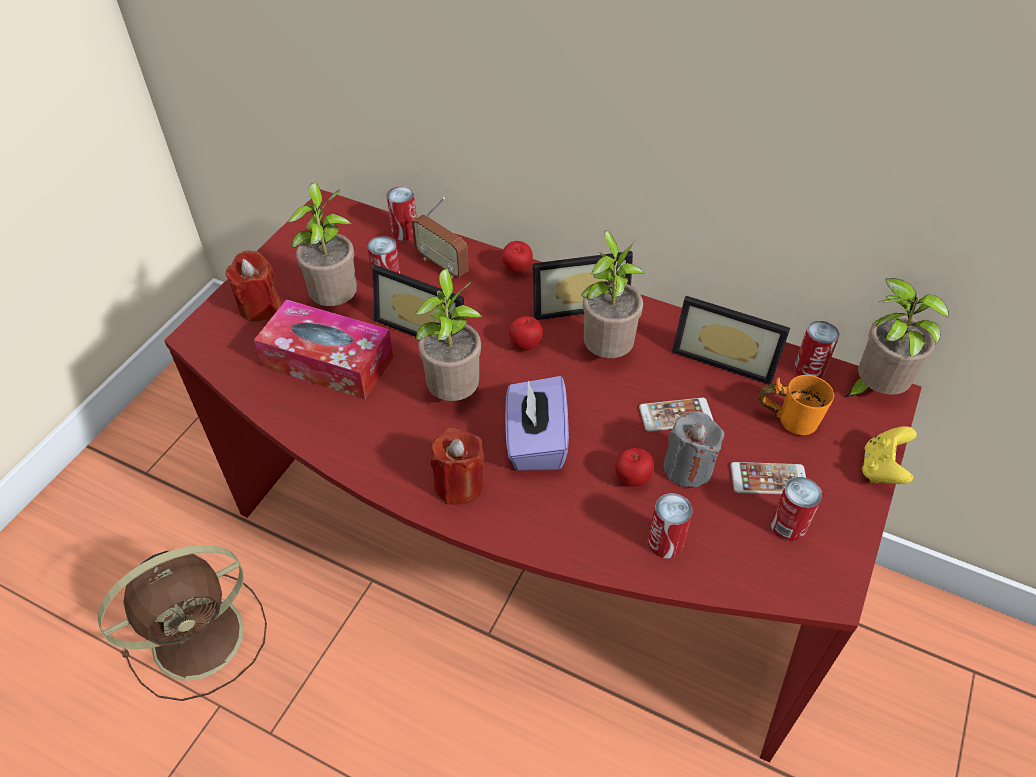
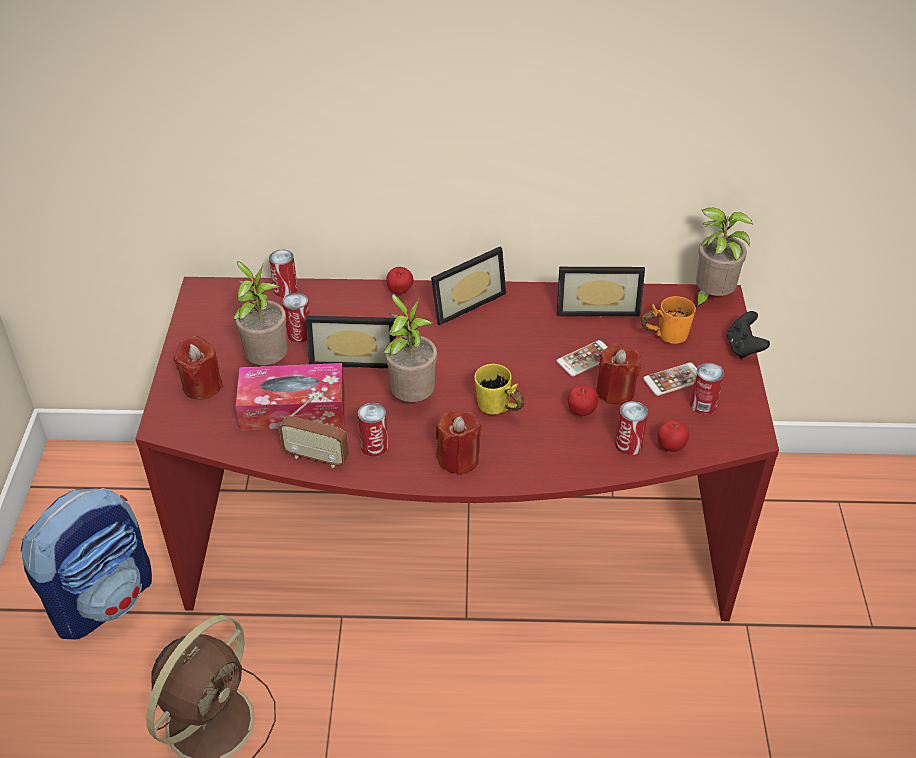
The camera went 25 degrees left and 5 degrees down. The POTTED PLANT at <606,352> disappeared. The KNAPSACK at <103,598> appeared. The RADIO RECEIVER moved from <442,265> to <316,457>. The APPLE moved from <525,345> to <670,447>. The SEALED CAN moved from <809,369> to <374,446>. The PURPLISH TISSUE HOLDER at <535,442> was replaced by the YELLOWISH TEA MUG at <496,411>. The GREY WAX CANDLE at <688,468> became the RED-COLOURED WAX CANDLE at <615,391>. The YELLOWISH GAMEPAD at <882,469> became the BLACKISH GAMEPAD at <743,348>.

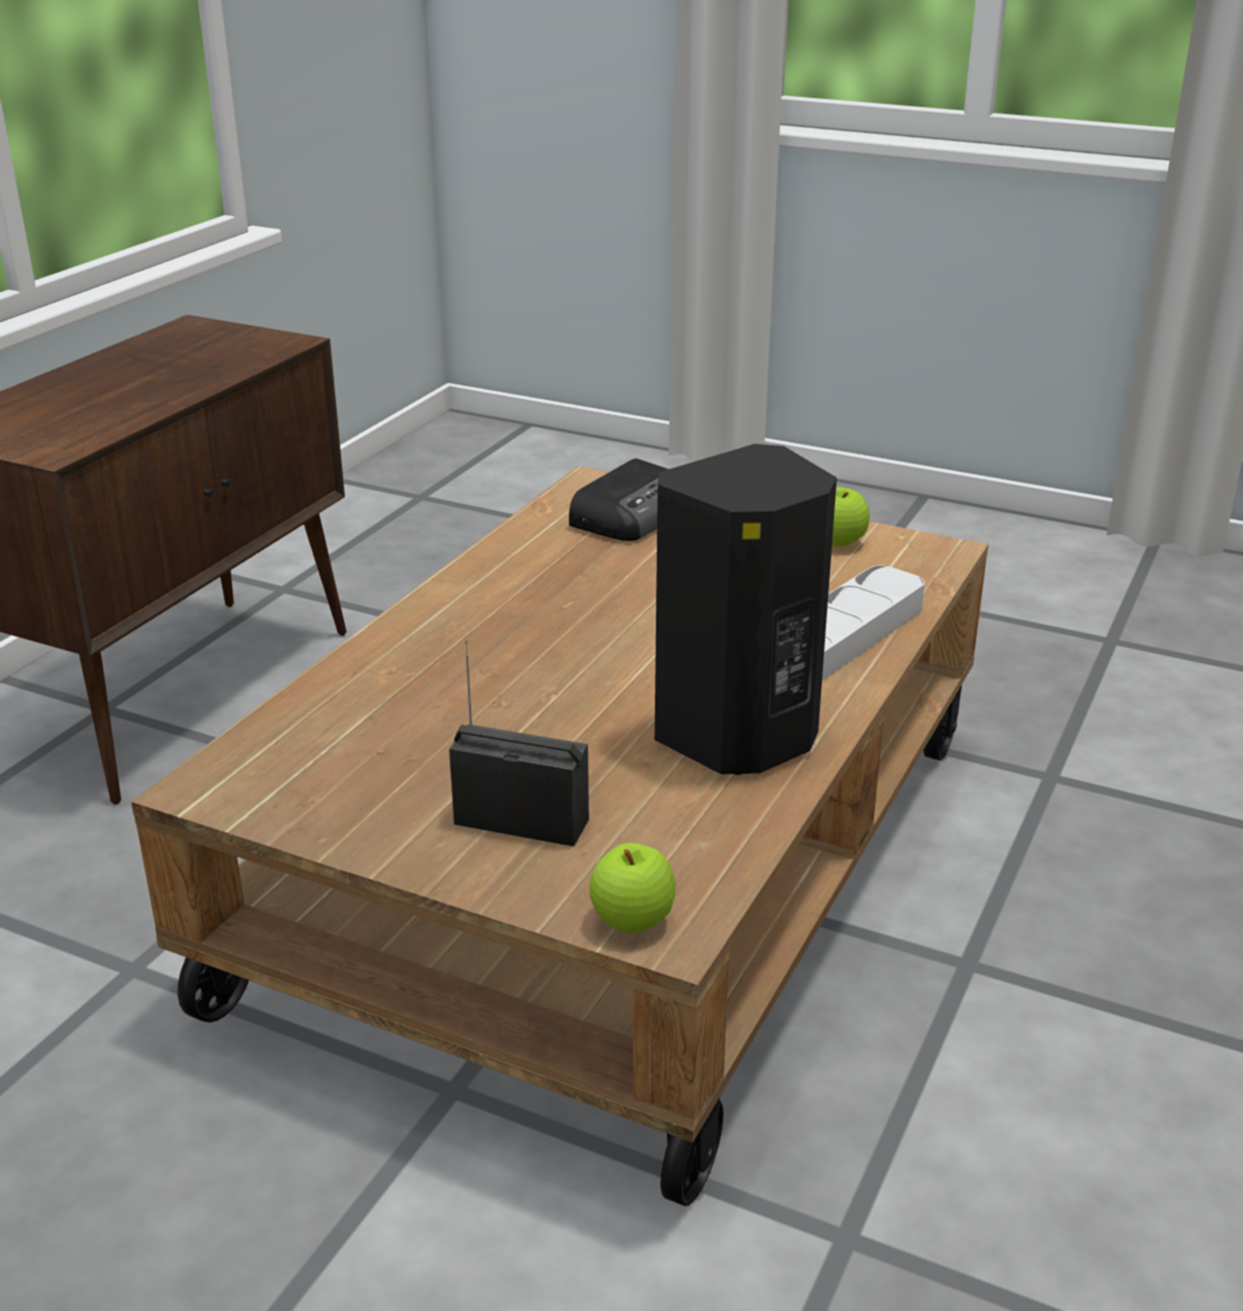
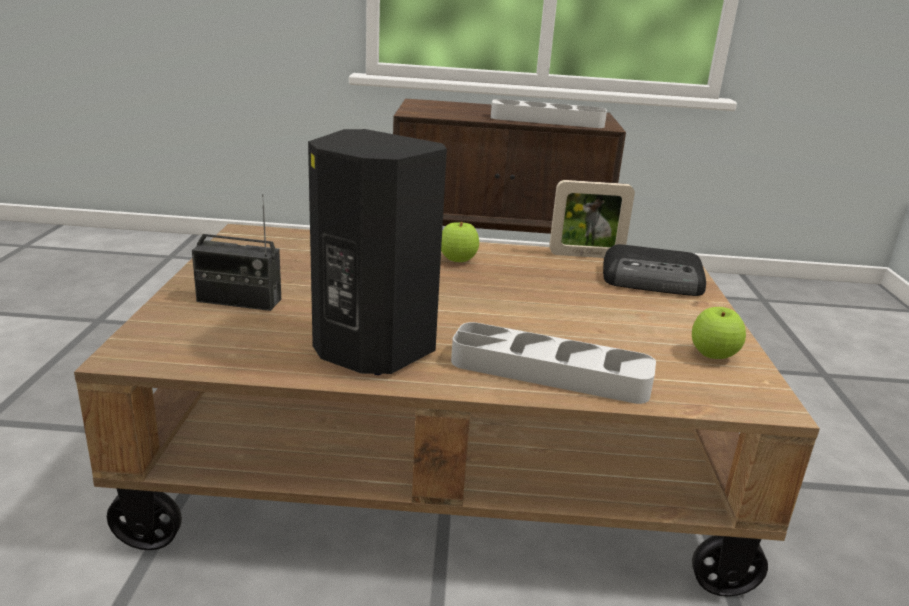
The camera went 65 degrees right and 5 degrees down. The GREY CARRYING TRAY at <547,120> appeared. The PICTURE FRAME at <586,255> appeared. The APPLE moved from <632,922> to <458,260>. The RADIO RECEIVER at <521,821> turned 105 degrees clockwise.

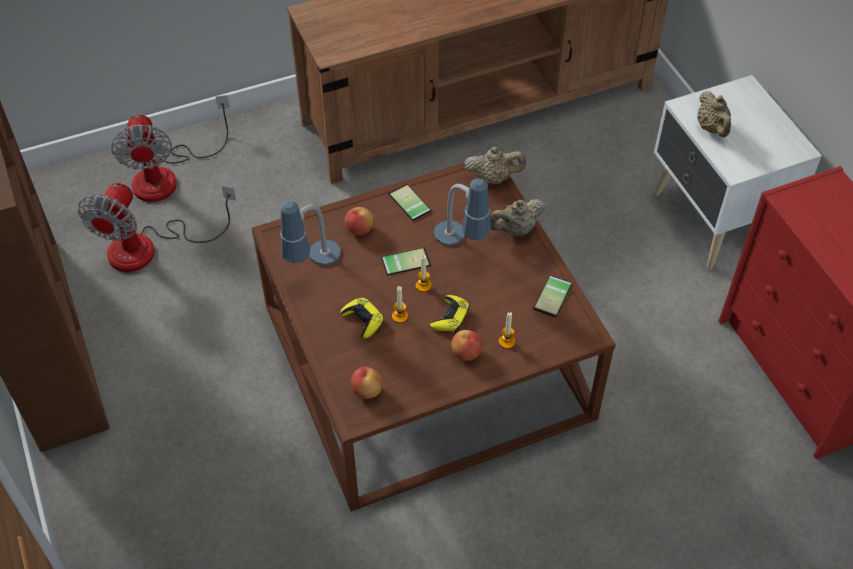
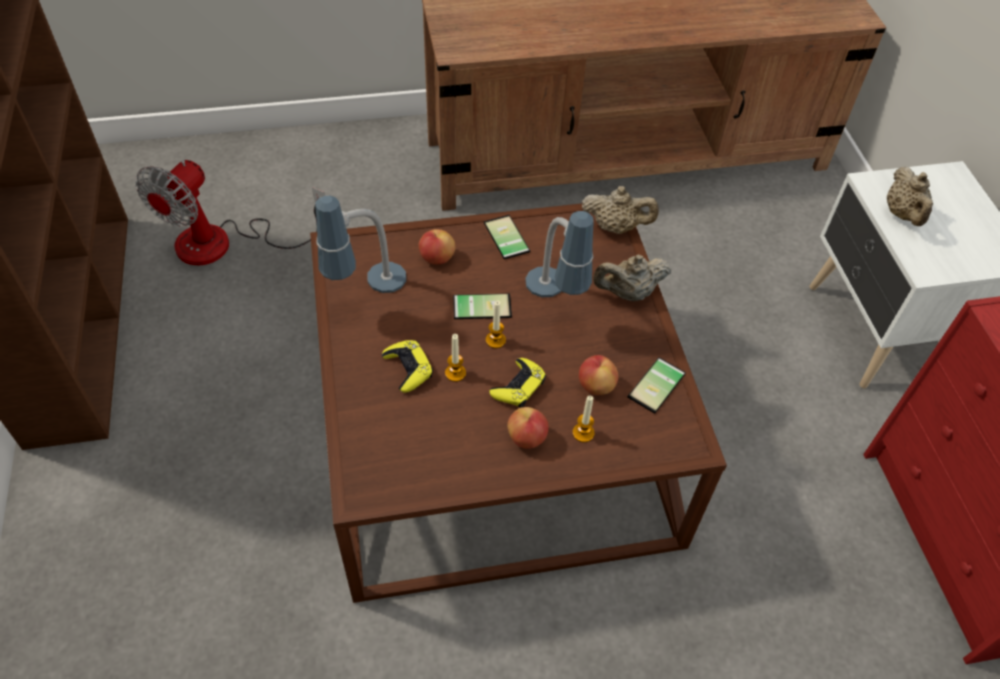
The camera went 10 degrees right and 0 degrees up. The COOLING FAN at <168,175> disappeared. The APPLE moved from <367,391> to <596,385>.

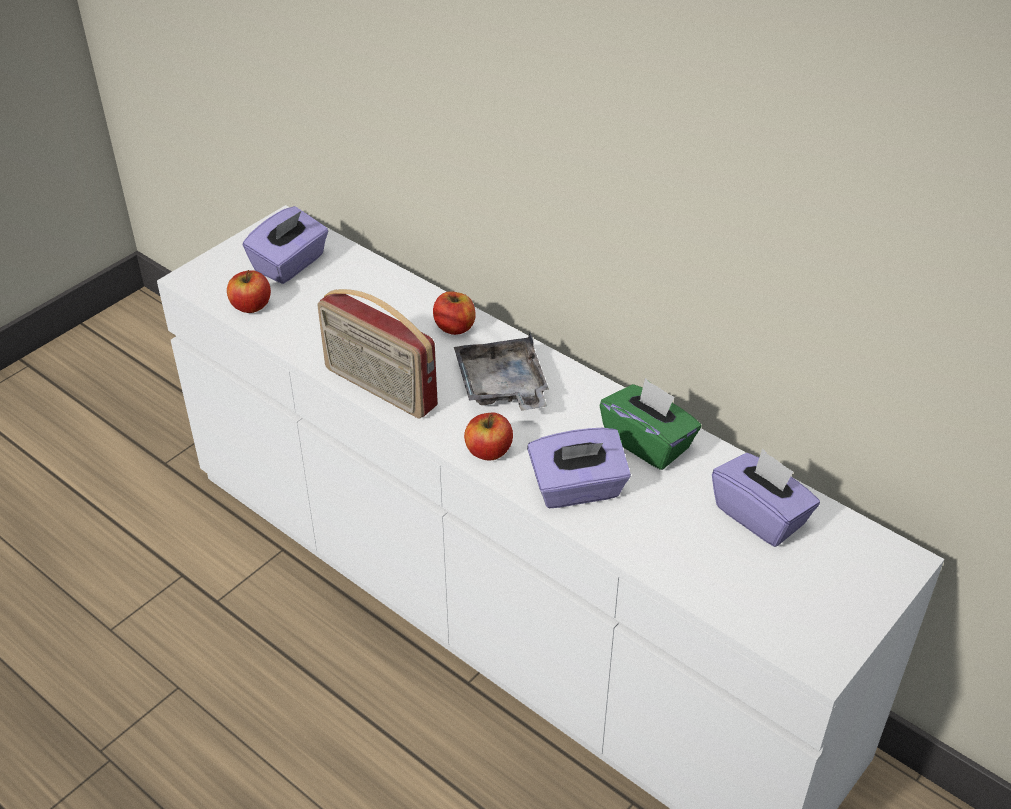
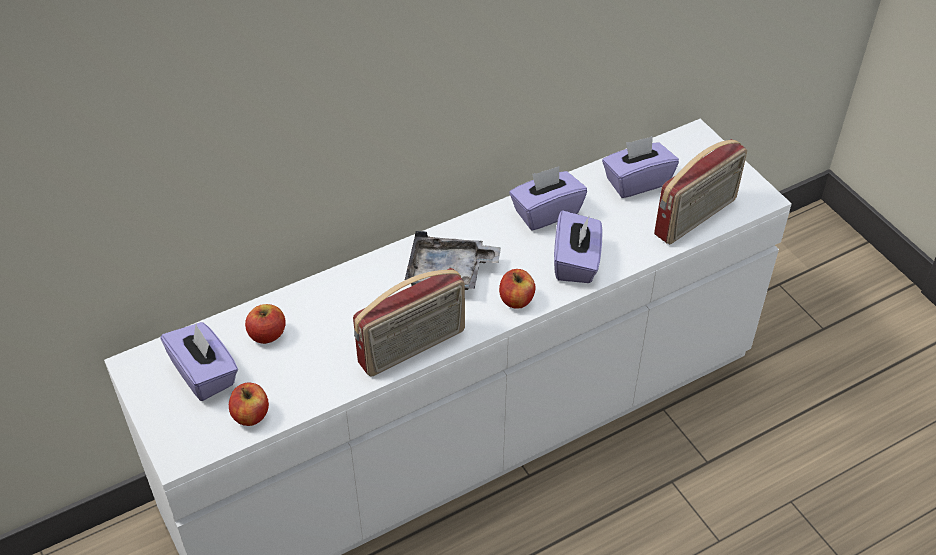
The camera went 70 degrees left and 5 degrees up. The RADIO RECEIVER at <696,218> appeared. The APPLE moved from <455,327> to <267,334>. The GREENISH TISSUE HOLDER at <648,443> became the PURPLISH TISSUE HOLDER at <546,212>.

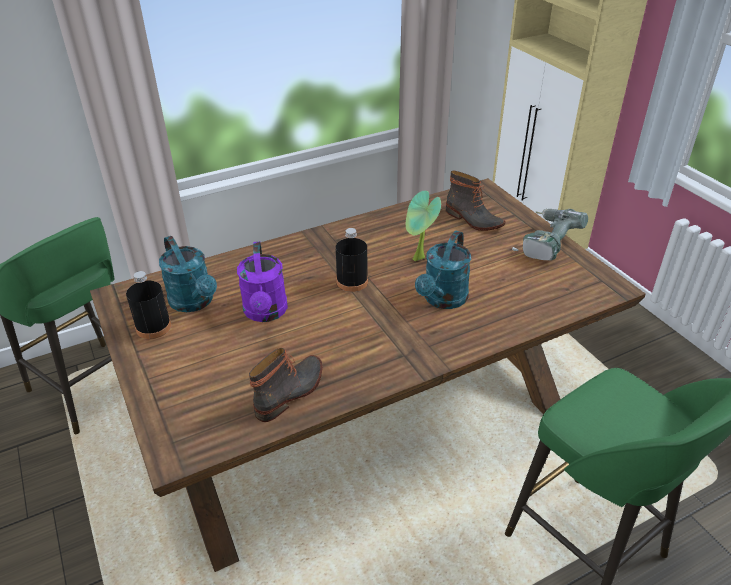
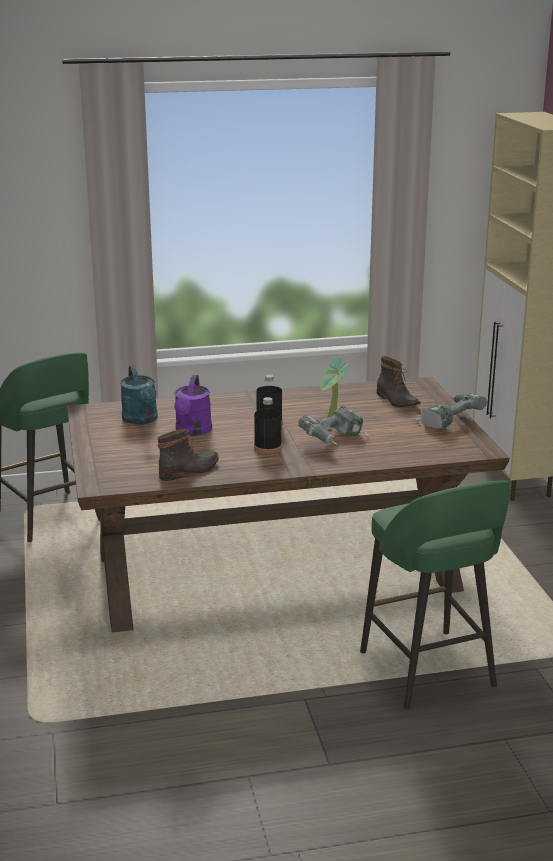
The camera went 15 degrees right and 15 degrees down. The BLACKISH DRINK BOTTLE moved from <153,327> to <267,448>. The BLUE-GREEN WATERING POT at <442,300> was replaced by the ELECTRIC DRILL at <335,441>.

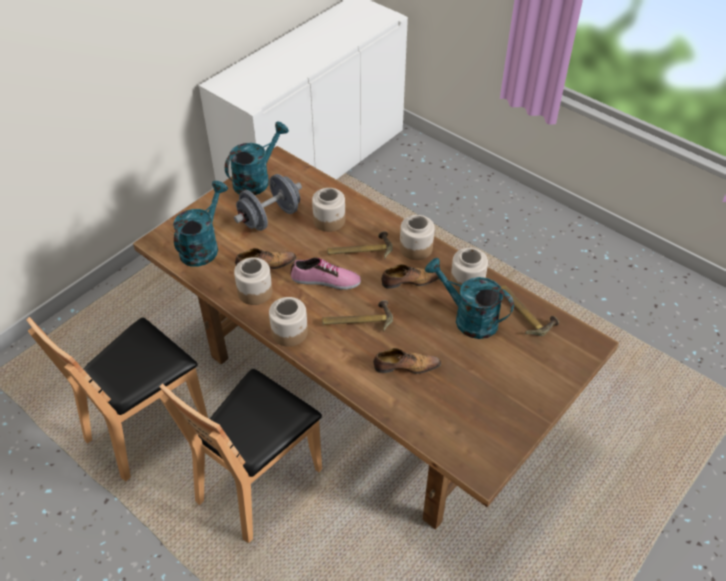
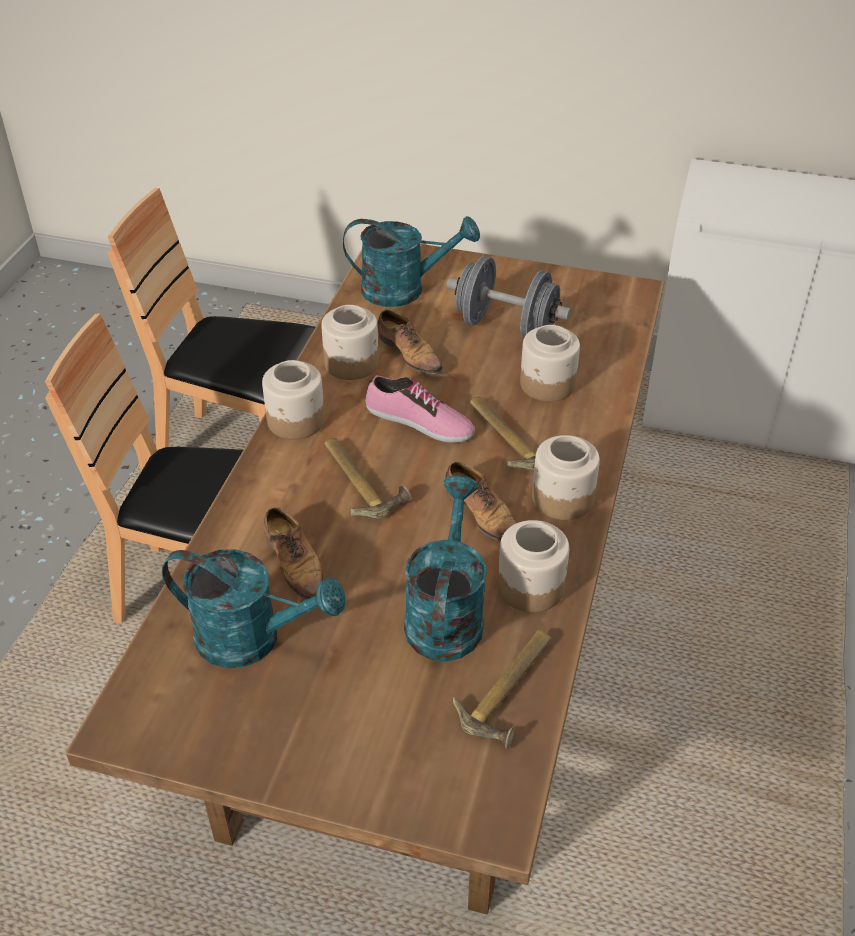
The camera went 65 degrees right and 5 degrees down. The BLUE-GREEN WATERING POT moved from <256,179> to <253,639>. The LOW SHOE at <325,281> turned 45 degrees counterclockwise.

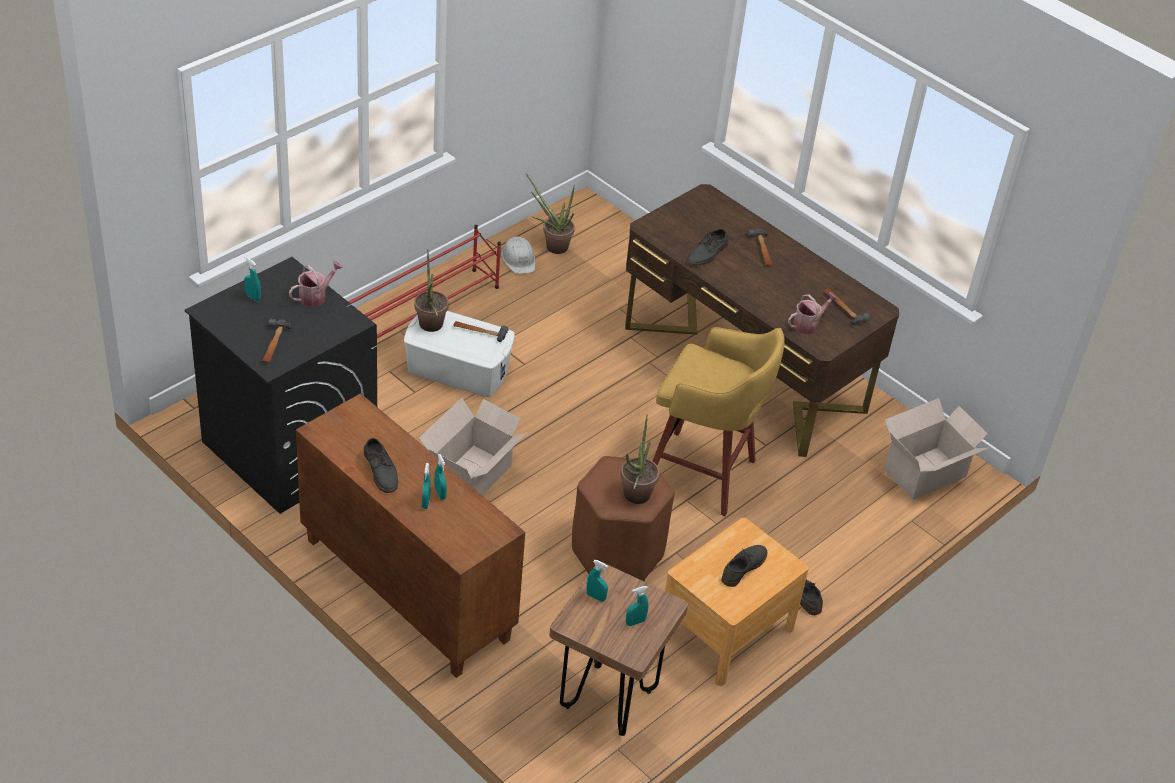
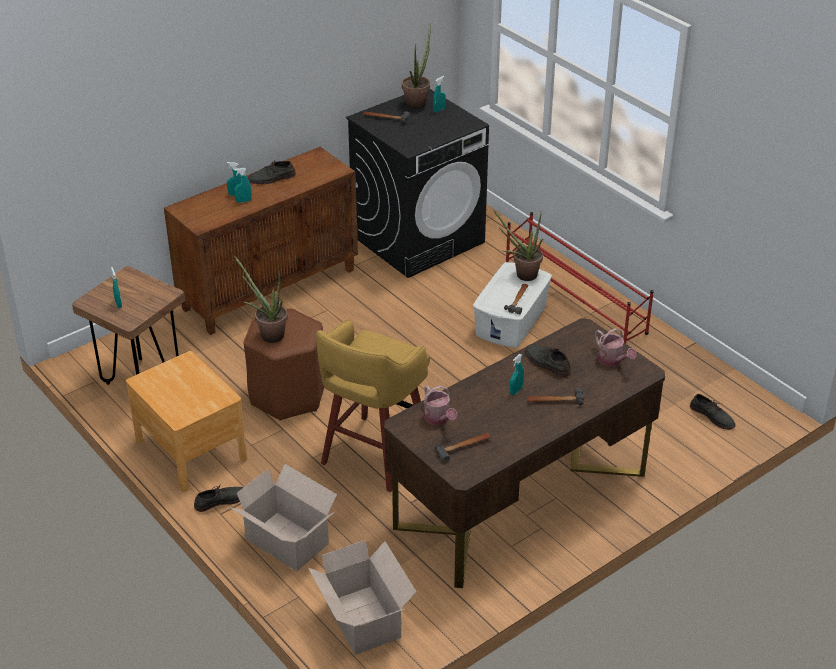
The camera went 100 degrees right and 5 degrees down. The WHITE HARD HAT at <519,259> disappeared. The WATERING POT moved from <316,296> to <612,360>. The PACKING BOX moved from <473,474> to <288,543>. The POTTED PLANT moved from <552,245> to <417,102>. The BLUE-GREEN SPRAY BOTTLE moved from <595,597> to <516,391>. The GREY LOW SHOE moved from <743,567> to <712,416>.

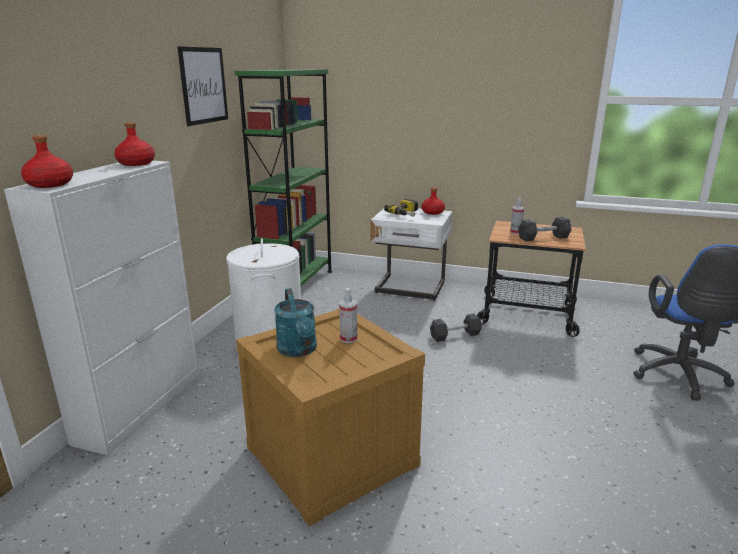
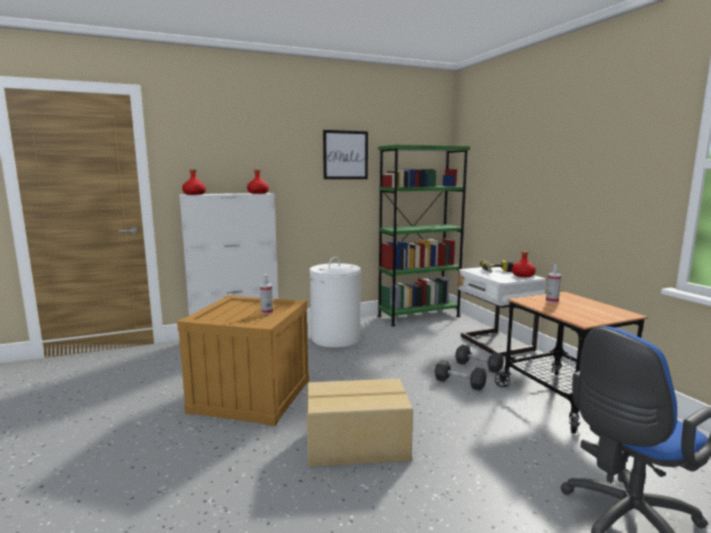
The camera went 50 degrees right and 10 degrees down. The BLUE-GREEN WATERING POT at <299,350> disappeared. The PACKING BOX at <357,445> appeared. The GREY FREE WEIGHT moved from <543,238> to <478,366>.

